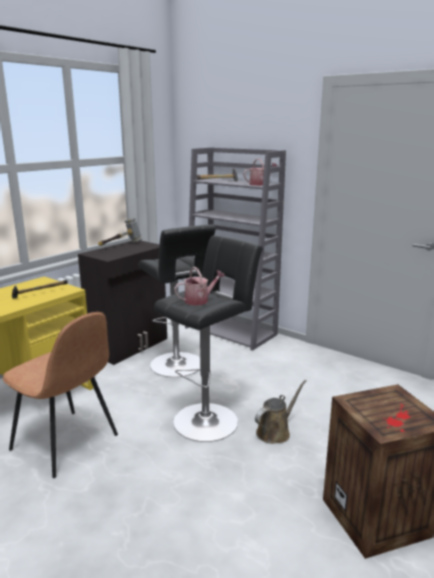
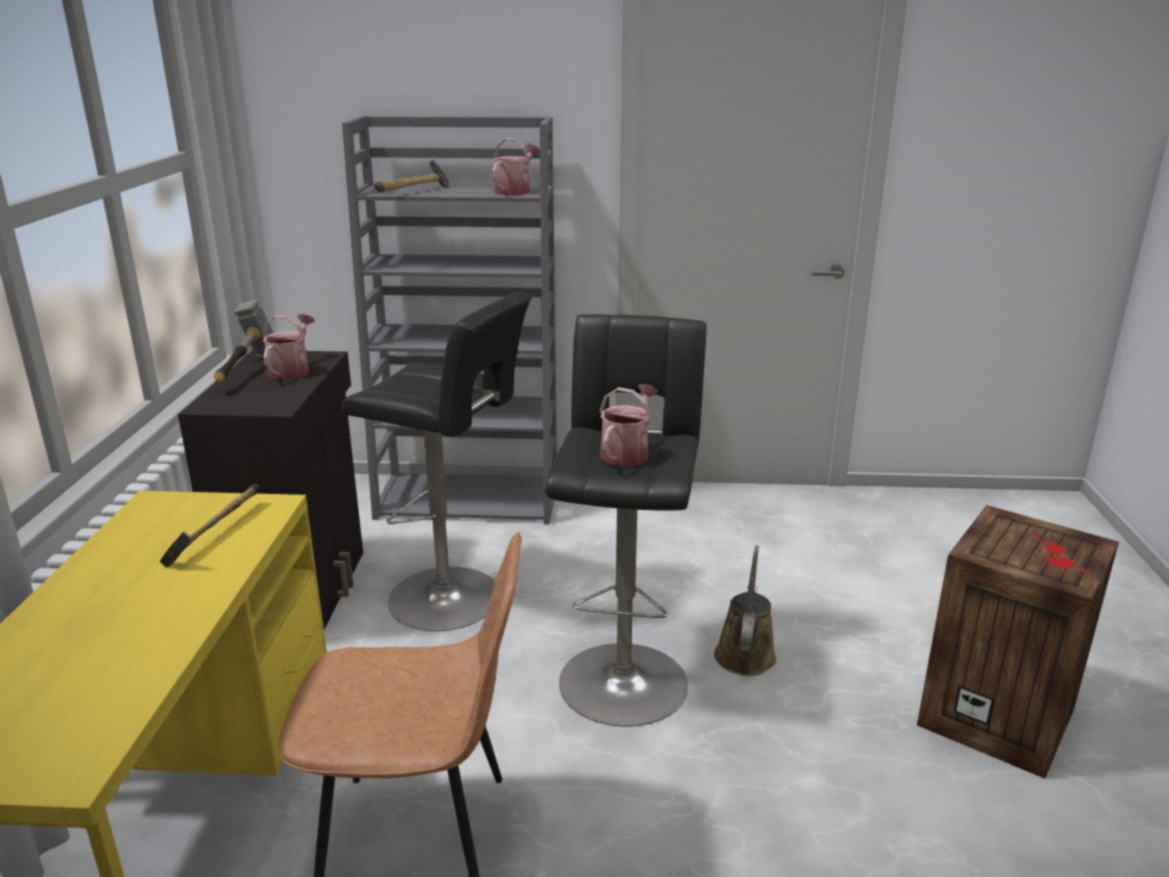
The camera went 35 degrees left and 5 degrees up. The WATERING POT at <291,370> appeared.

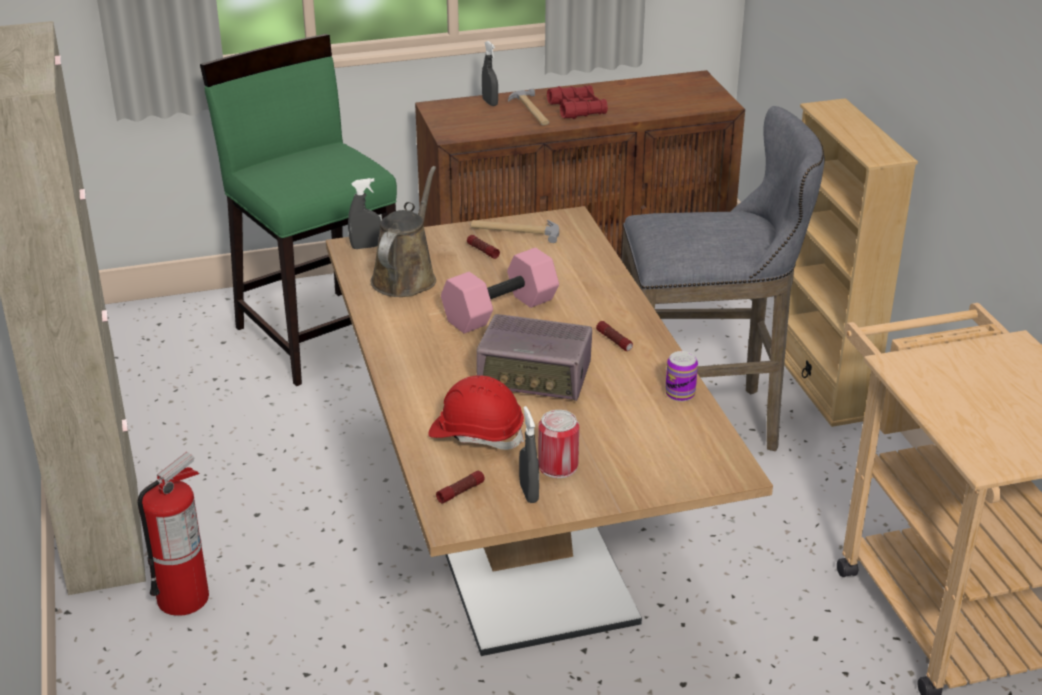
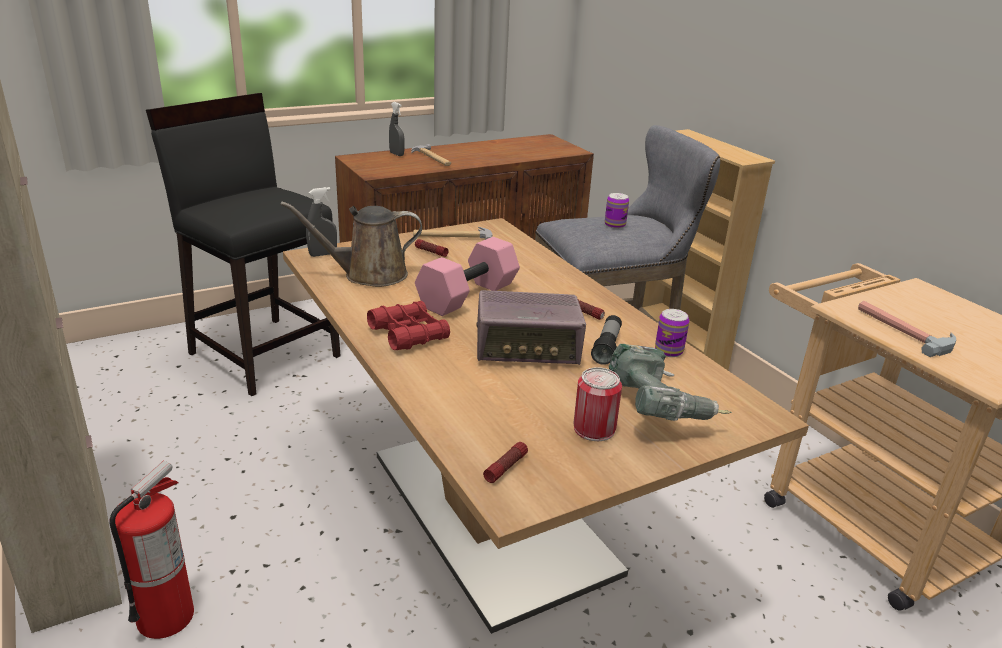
The camera went 15 degrees left and 5 degrees down. The RED-COLOURED HARD HAT at <476,434> disappeared. The GREY SPRAY BOTTLE at <529,493> disappeared. The TORCH at <607,347> appeared. The SEALED CAN at <615,225> appeared. The ELECTRIC DRILL at <660,408> appeared. The HAMMER at <903,330> appeared. The RED-COLOURED FIELD GLASSES moved from <577,109> to <408,334>. The GREENISH STOOL at <319,335> became the BLACKISH STOOL at <264,353>. The BROWNISH WATERING POT at <406,277> turned 105 degrees counterclockwise.

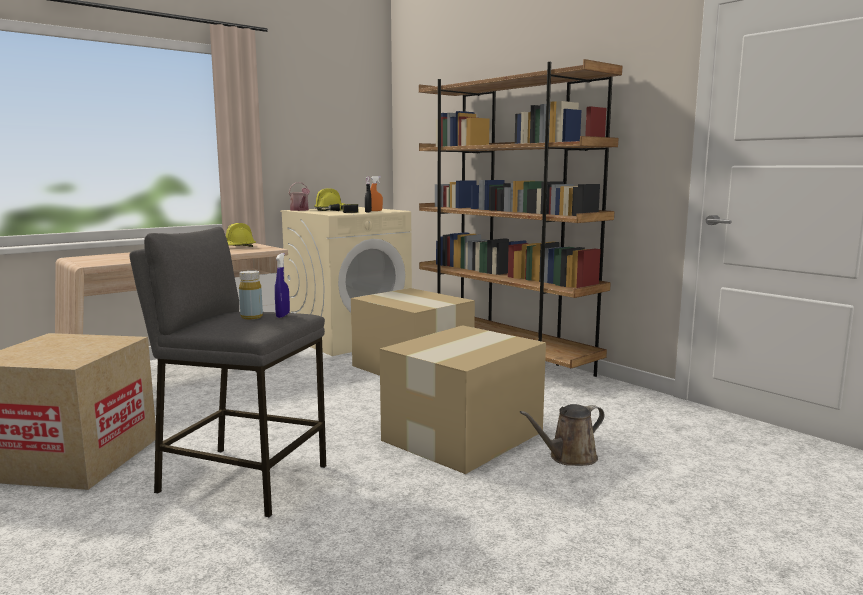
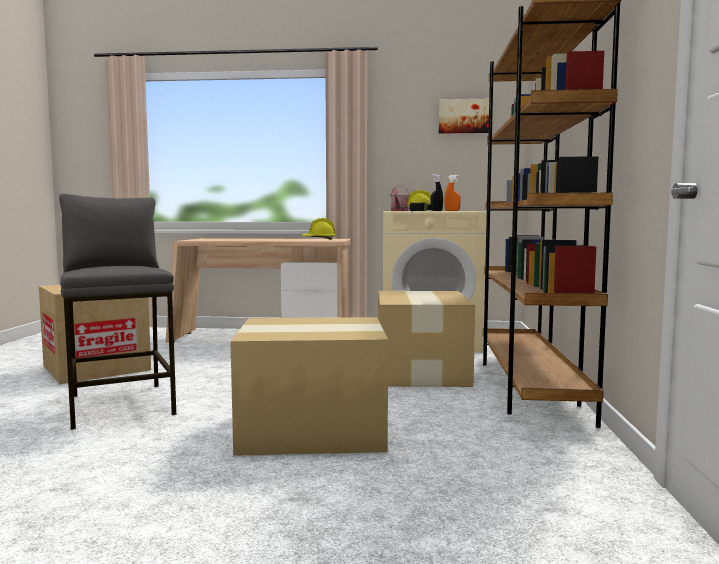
The camera went 45 degrees right and 5 degrees down. The YELLOWISH DRINK BOTTLE at <251,317> disappeared. The BLUE SPRAY BOTTLE at <283,315> disappeared. The BROWNISH WATERING POT at <569,457> disappeared. The PICTURE at <463,116> appeared.

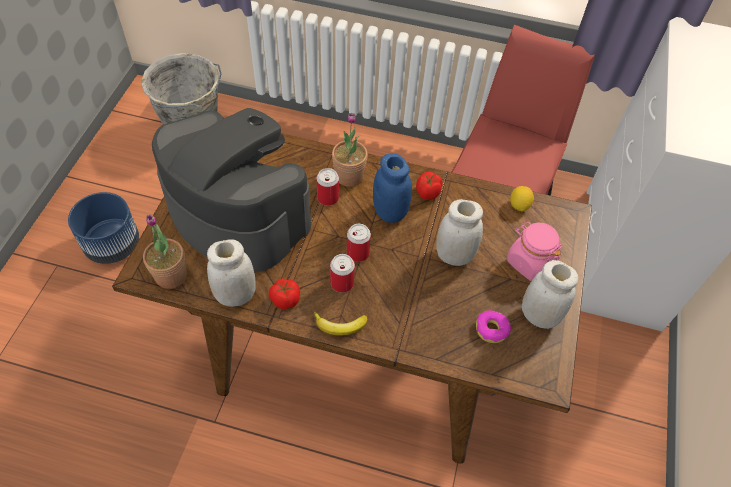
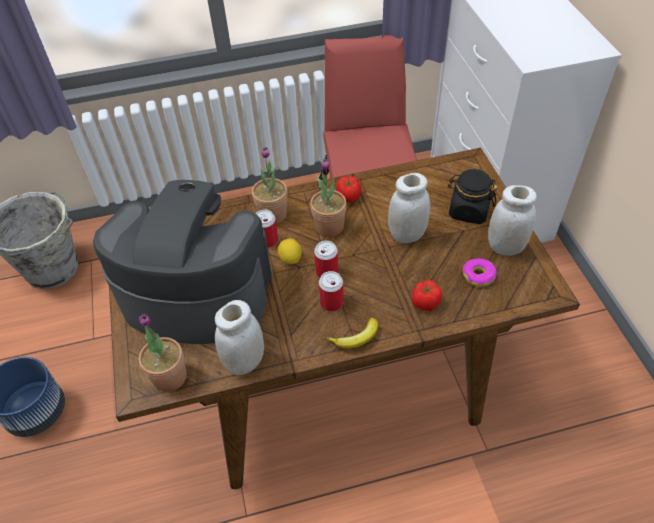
The camera went 25 degrees left and 5 degrees down. The TOMATO moved from <285,299> to <425,303>. The LEMON moved from <519,205> to <290,259>. The BLUE STORAGE JAR at <390,212> was replaced by the POTTED PLANT at <329,226>. The PINKISH STORAGE JAR at <530,262> became the BLACKISH STORAGE JAR at <468,211>.

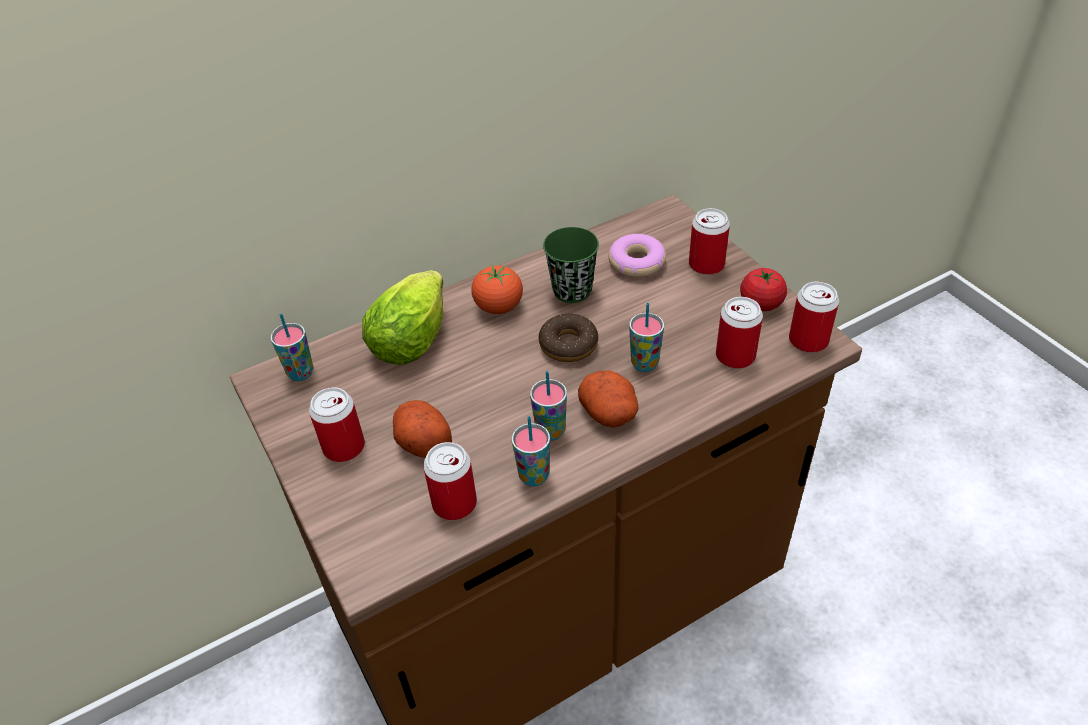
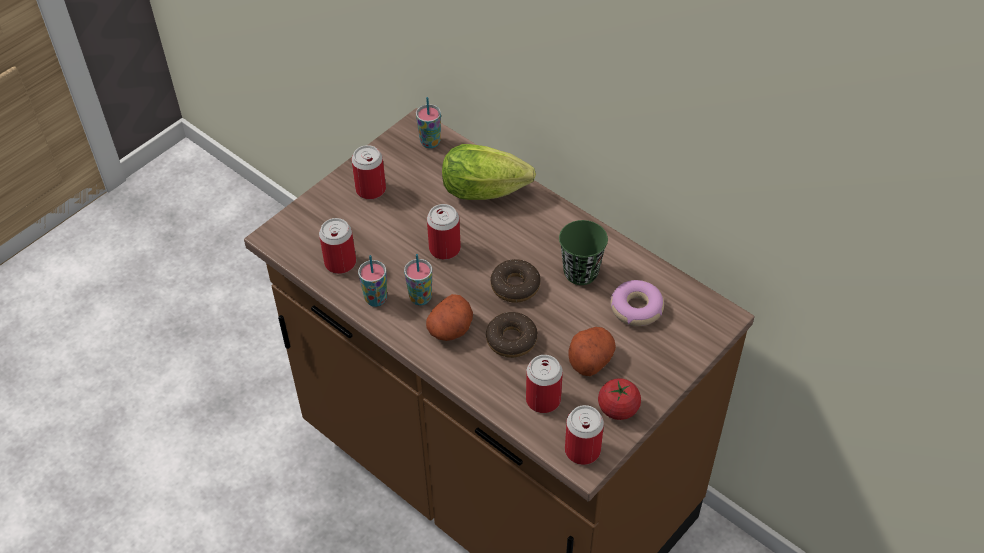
The camera went 70 degrees right and 5 degrees up. The TOMATO at <499,307> disappeared. The POTATO moved from <422,441> to <590,359>. The SEALED CAN moved from <706,264> to <444,249>. The DRINKING CUP at <644,364> was replaced by the RING DOUGHNUT at <511,340>.

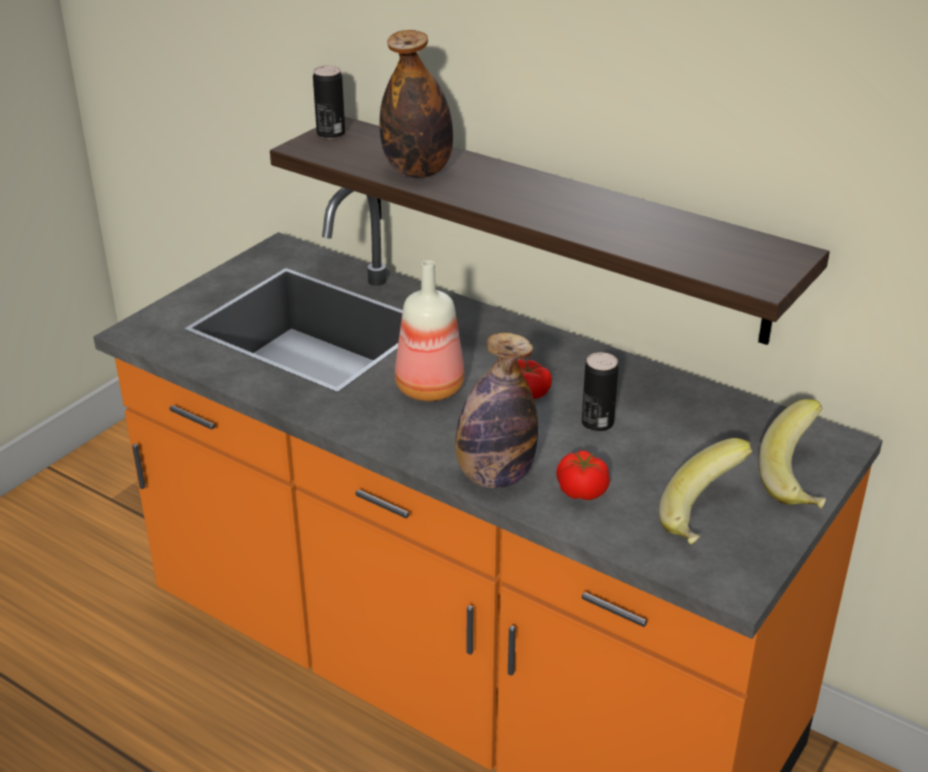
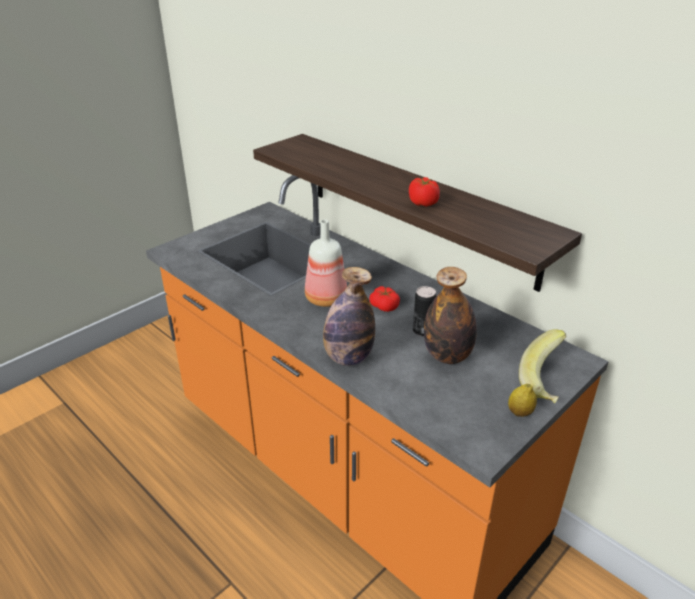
The camera went 10 degrees right and 0 degrees up. The SEALED CAN at <331,134> disappeared. The BANANA at <706,518> disappeared. The LEMON at <520,413> appeared. The DRINK BOTTLE moved from <418,172> to <447,356>. The TOMATO moved from <581,492> to <423,203>.

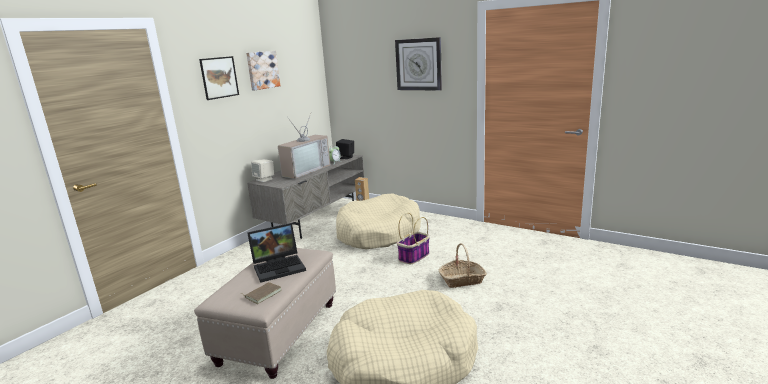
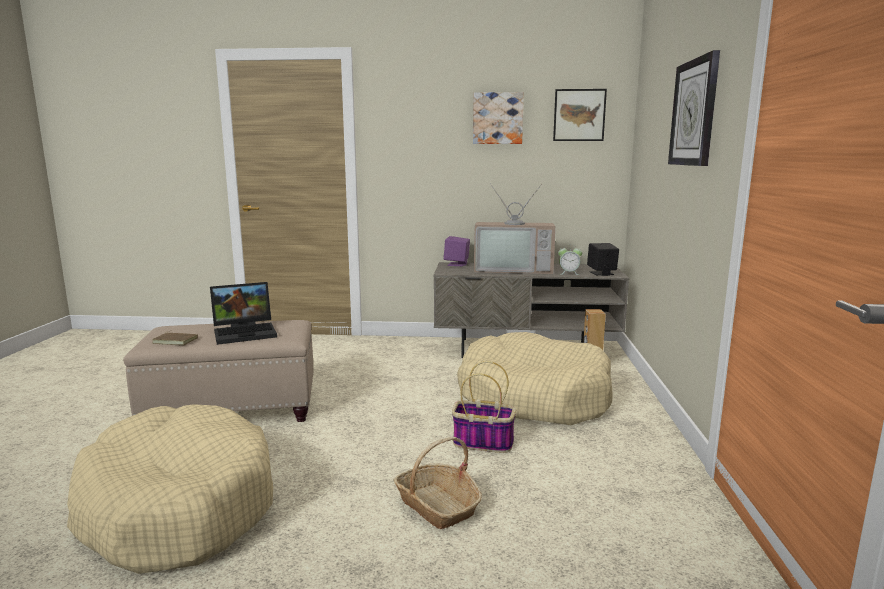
The camera went 60 degrees right and 5 degrees down. The PICTURE moved from <219,77> to <579,115>. The SAND-COLOURED SPEAKER at <264,179> became the PURPLISH SPEAKER at <457,264>. The LAPTOP at <280,266> turned 60 degrees counterclockwise.

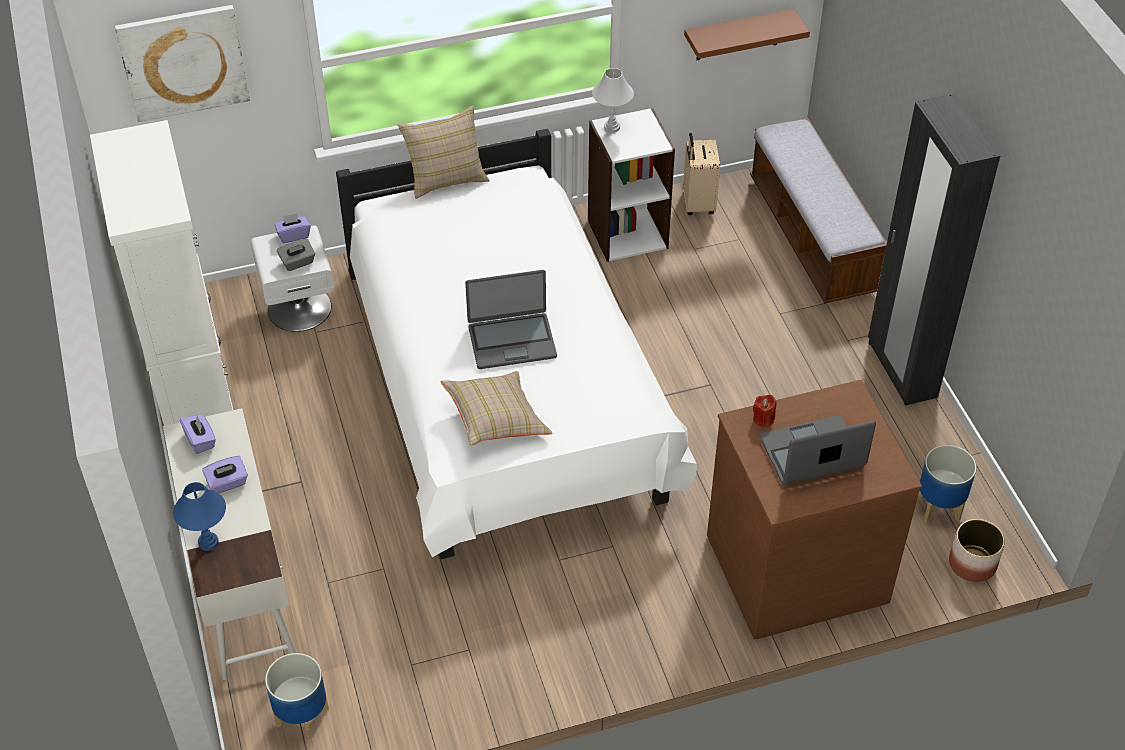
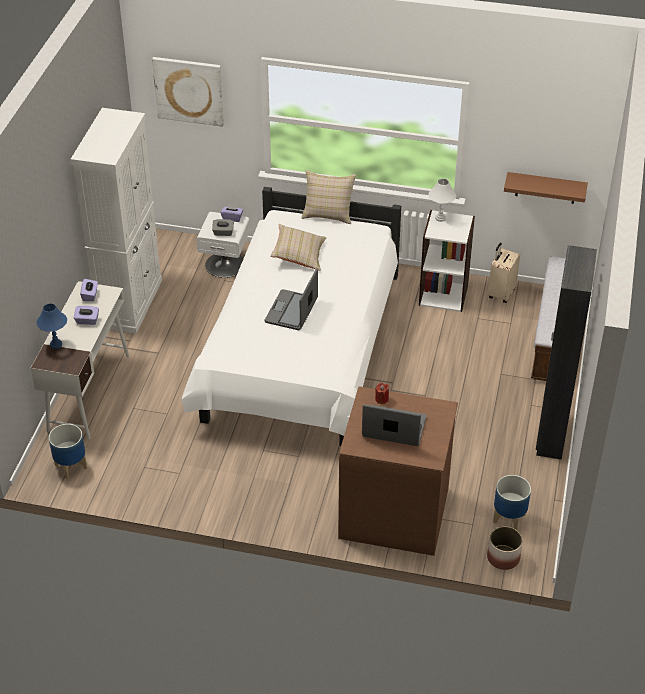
The camera went 30 degrees right and 5 degrees down. The SAND-COLOURED PILLOW moved from <495,420> to <299,255>. The LAPTOP at <512,341> turned 90 degrees clockwise.

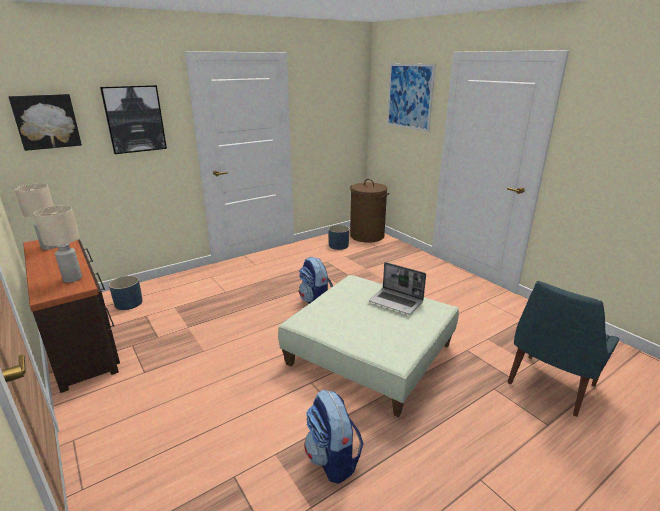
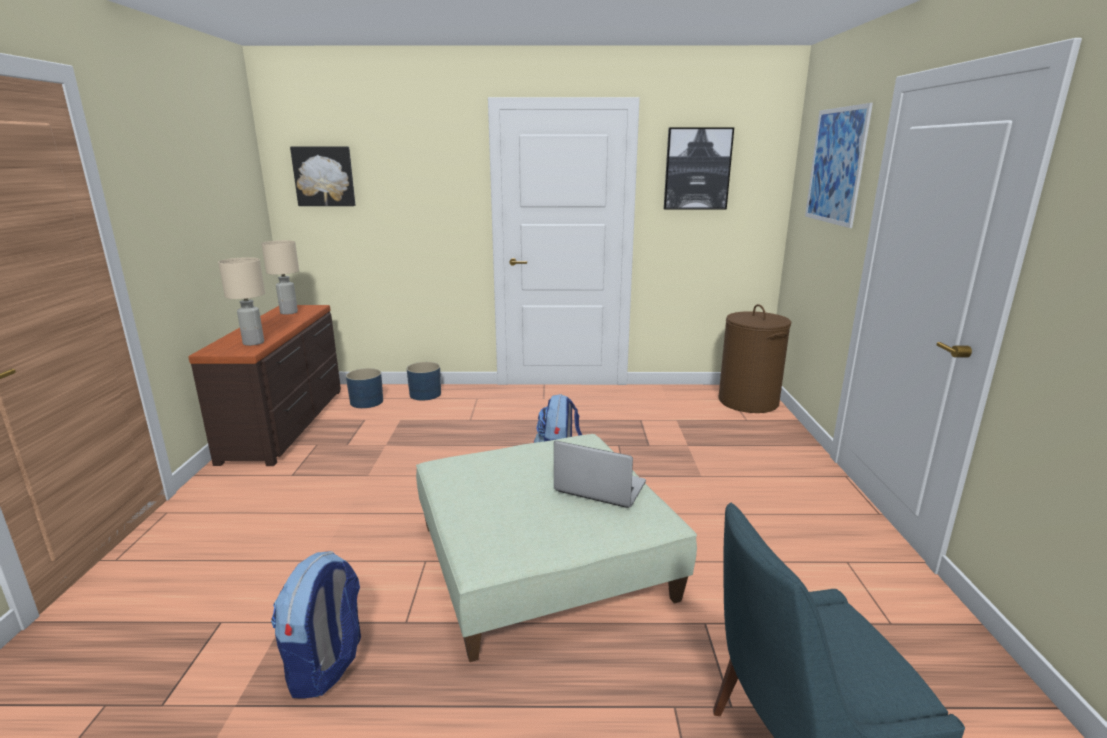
The camera went 35 degrees right and 5 degrees down. The PICTURE moved from <134,119> to <697,169>. The BLUE FLOWER POT moved from <338,245> to <425,394>. The LAPTOP at <396,302> turned 135 degrees clockwise.

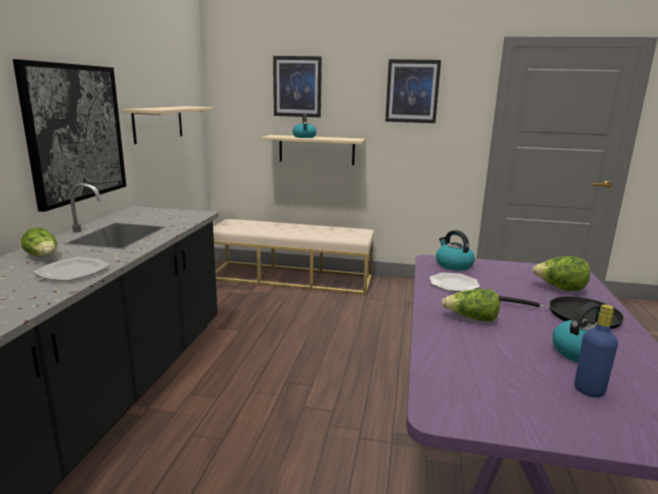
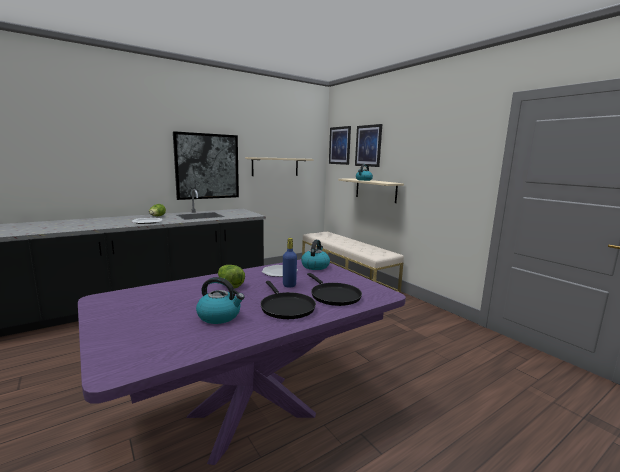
The camera went 45 degrees right and 5 degrees down. The PICTURE moved from <412,91> to <340,145>. The BLUE DRINK BOTTLE moved from <589,390> to <289,285>. The LETTUCE at <560,289> was replaced by the BLACKISH PAN at <333,295>.

